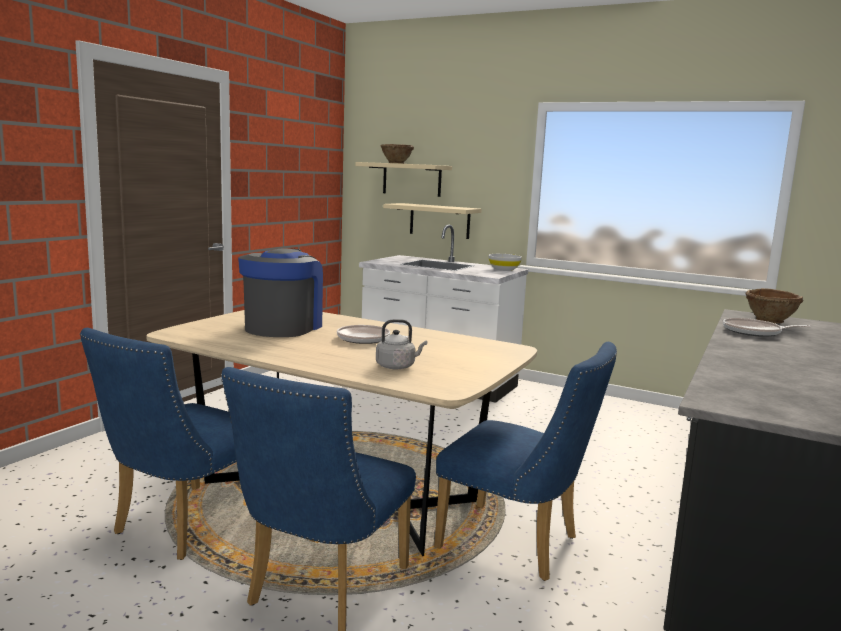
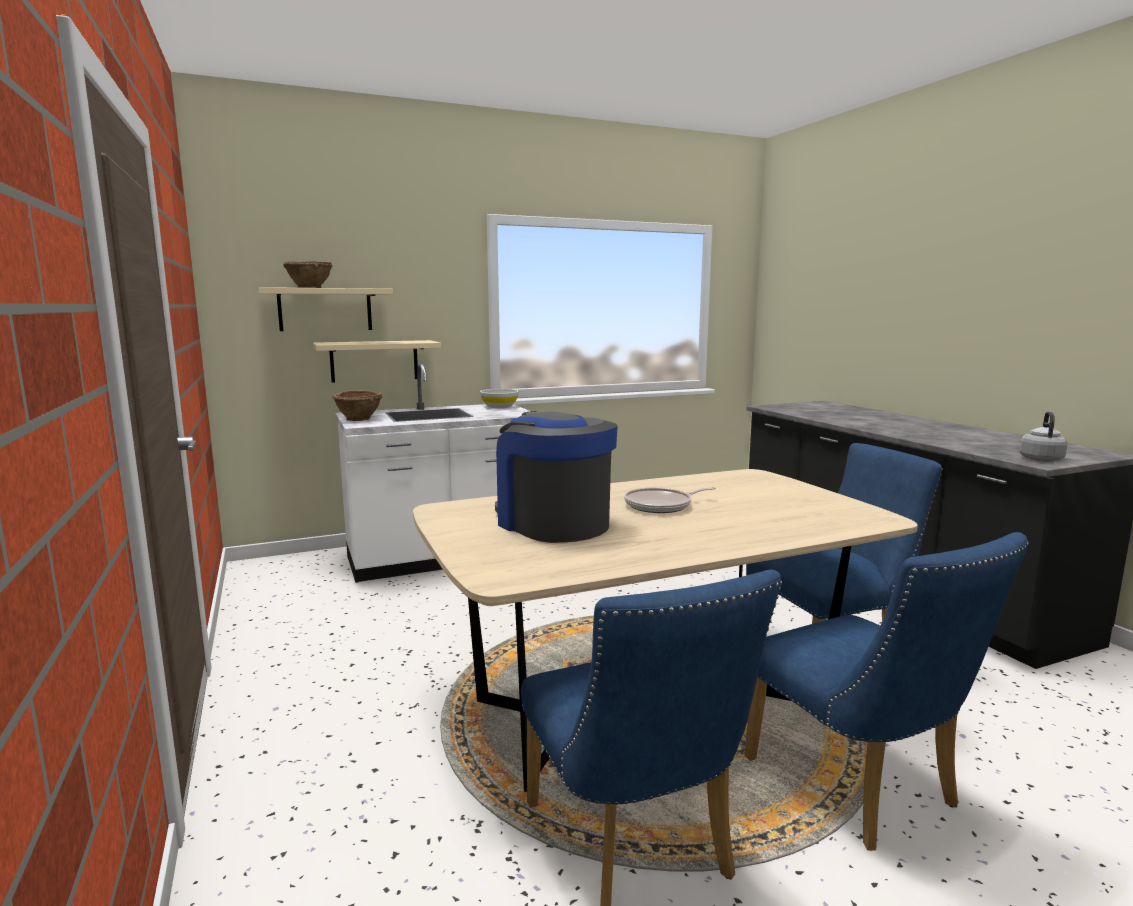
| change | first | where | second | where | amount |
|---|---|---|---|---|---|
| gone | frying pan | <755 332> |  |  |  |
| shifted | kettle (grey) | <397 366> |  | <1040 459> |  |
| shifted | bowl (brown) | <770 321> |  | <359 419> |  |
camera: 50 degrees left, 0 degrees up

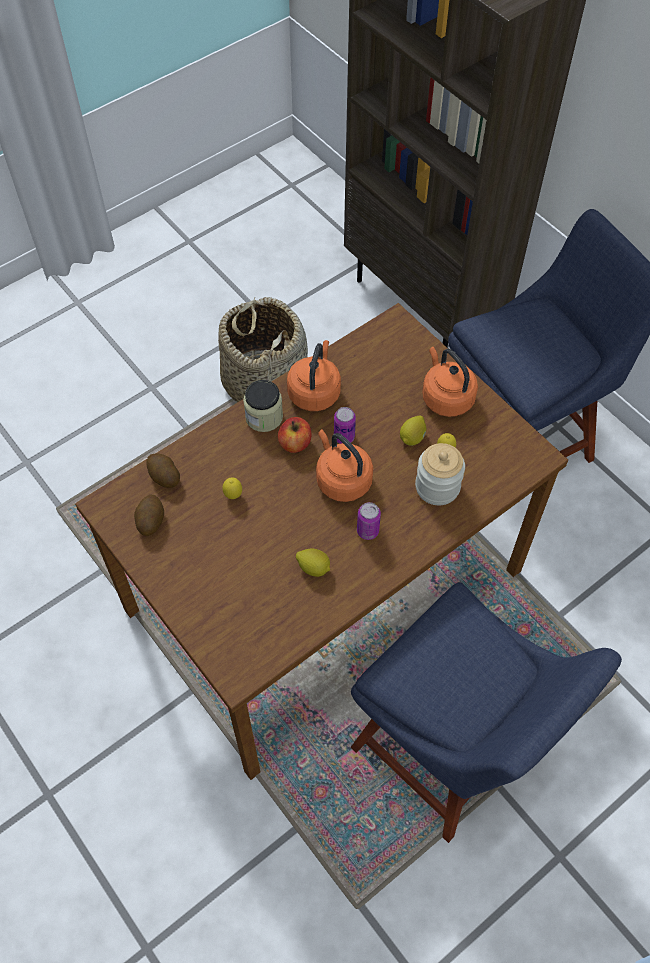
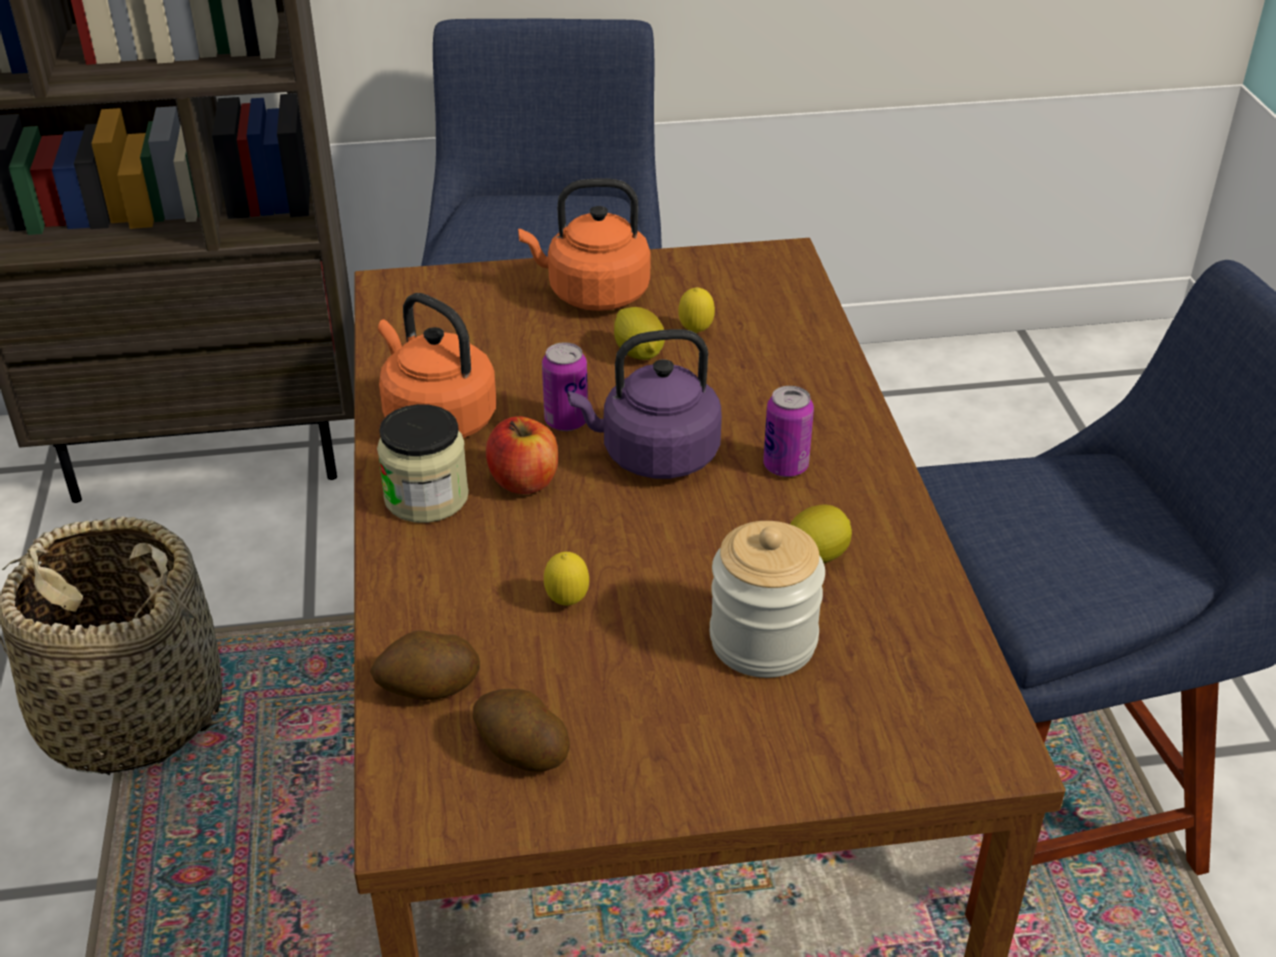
| change | first | where | second | where | amount |
|---|---|---|---|---|---|
| shifted | jar | <437 487> |  | <763 641> |  |
| repainted | kettle (orange) | <342 480> | kettle (purple) | <654 456> |  |
camera: 60 degrees left, 20 degrees down

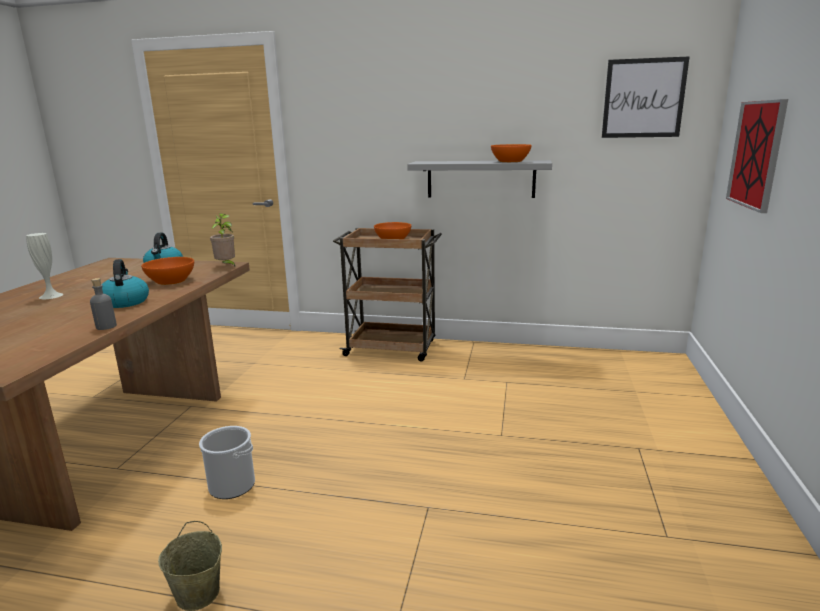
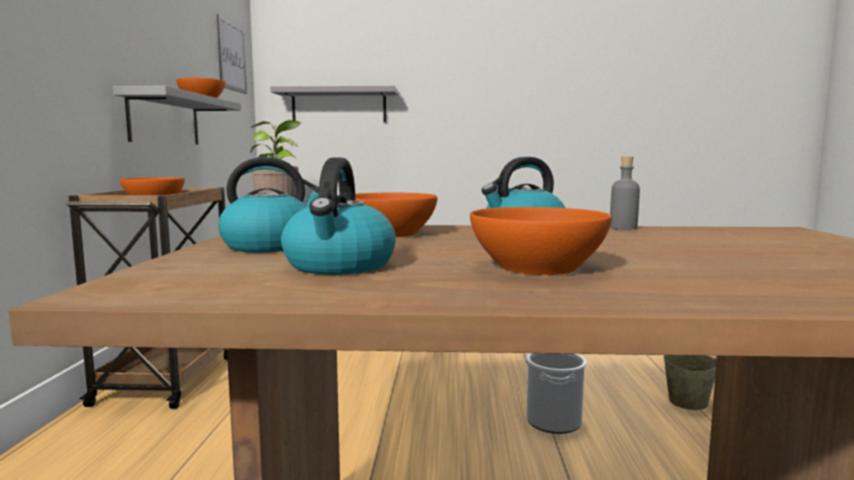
| change | first | where | second | where | amount |
|---|---|---|---|---|---|
| new |  |  | kettle | <339 266> |  |
| swapped | vase (white) | <51 296> | bowl (orange) | <537 267> |  |
| swapped | picture | <756 154> | shelf (grey) | <339 106> |  |
camera: 100 degrees left, 10 degrees down

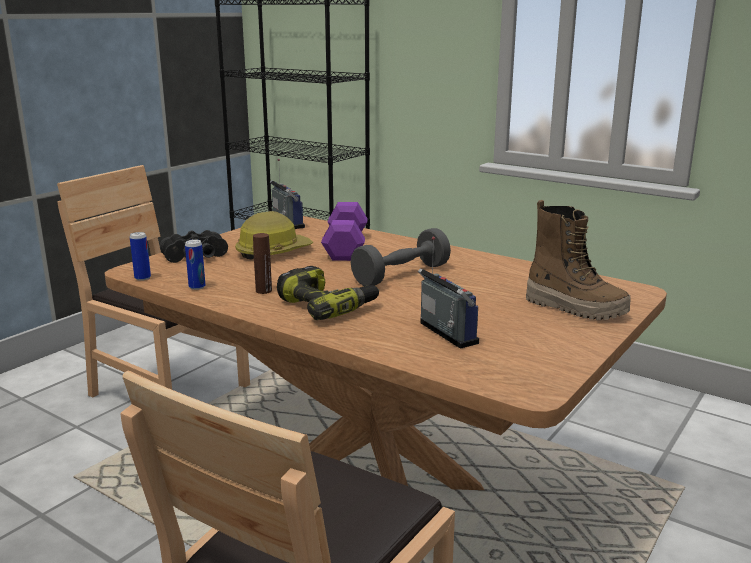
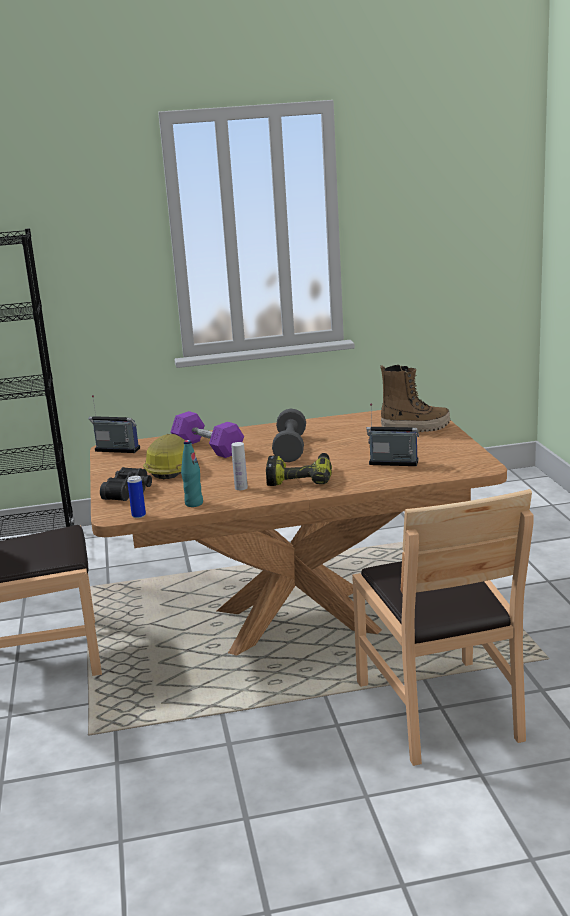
| change | first | where | second | where | amount |
|---|---|---|---|---|---|
| swapped | can | <197 287> | bottle (turquoise) | <194 503> |  |
| repainted | bottle (brown) | <263 291> | bottle (white) | <241 488> |  |
camera: 45 degrees left, 0 degrees up

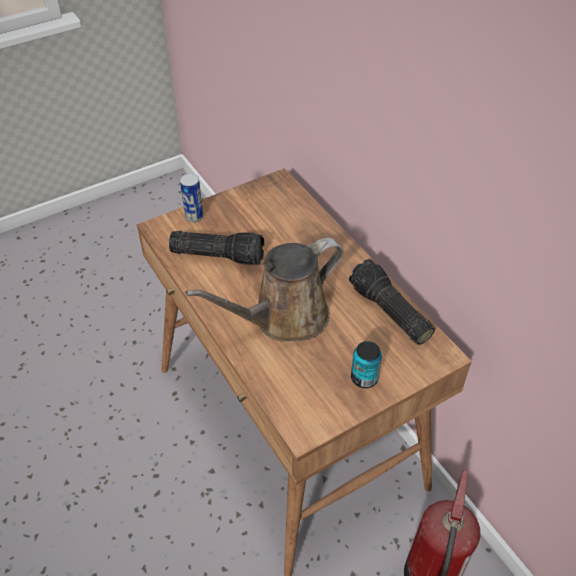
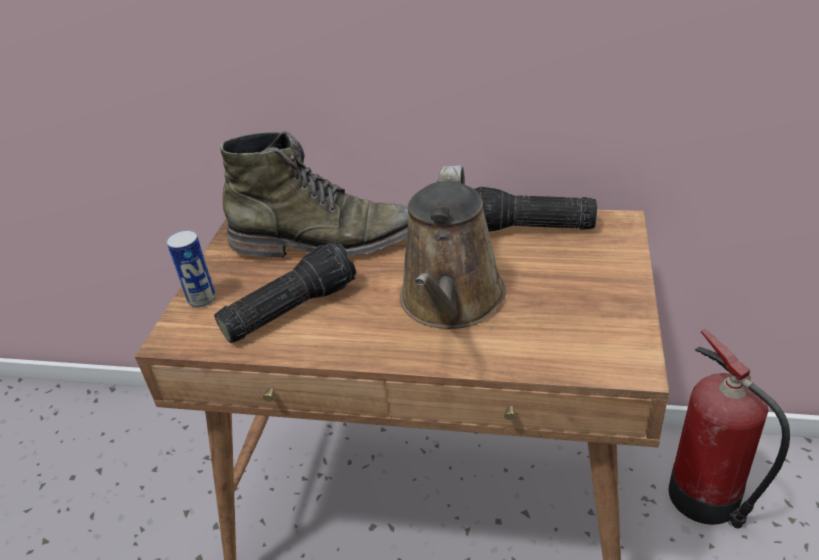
| change | first | where | second | where | amount |
|---|---|---|---|---|---|
| gone | can | <364 378> |  |  |  |
| new |  |  | boot (green) | <326 241> |  |
camera: 45 degrees left, 10 degrees down

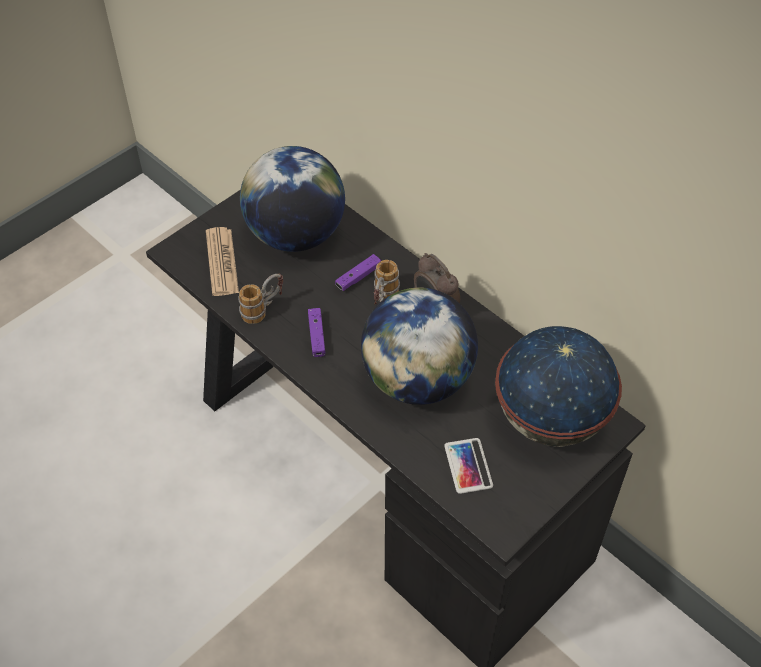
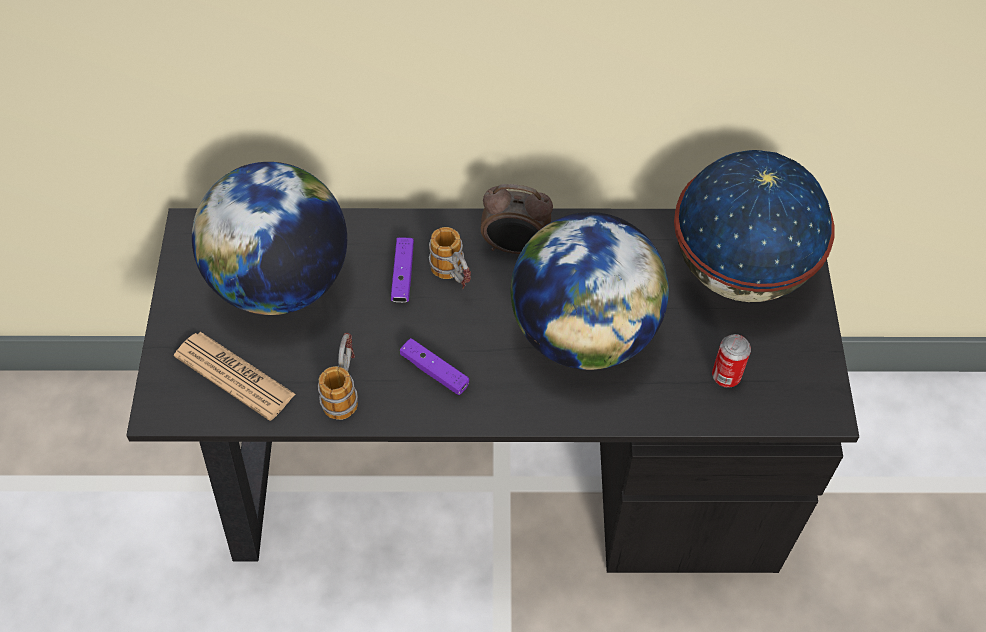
| change | first | where | second | where | amount |
|---|---|---|---|---|---|
| swapped | phone | <468 466> | can | <726 376> |  |
camera: 45 degrees left, 5 degrees up

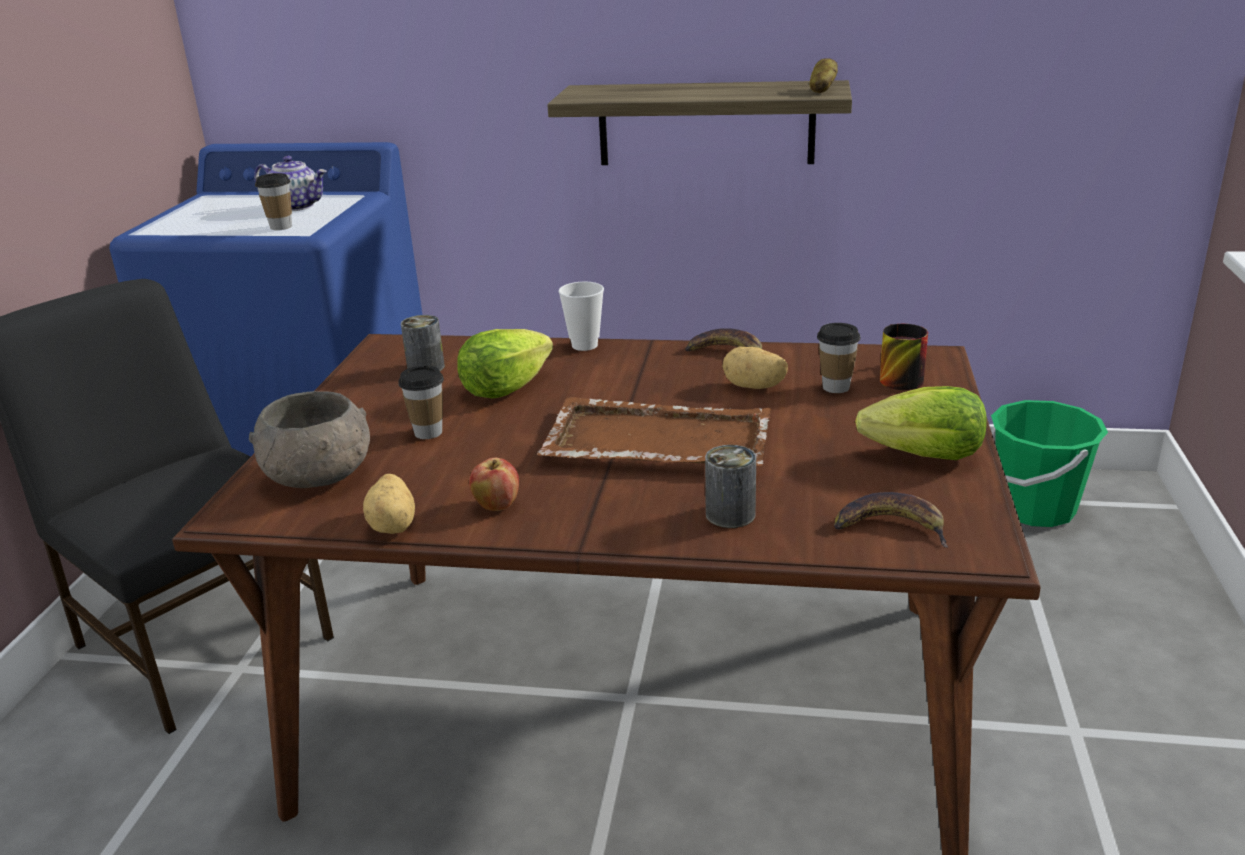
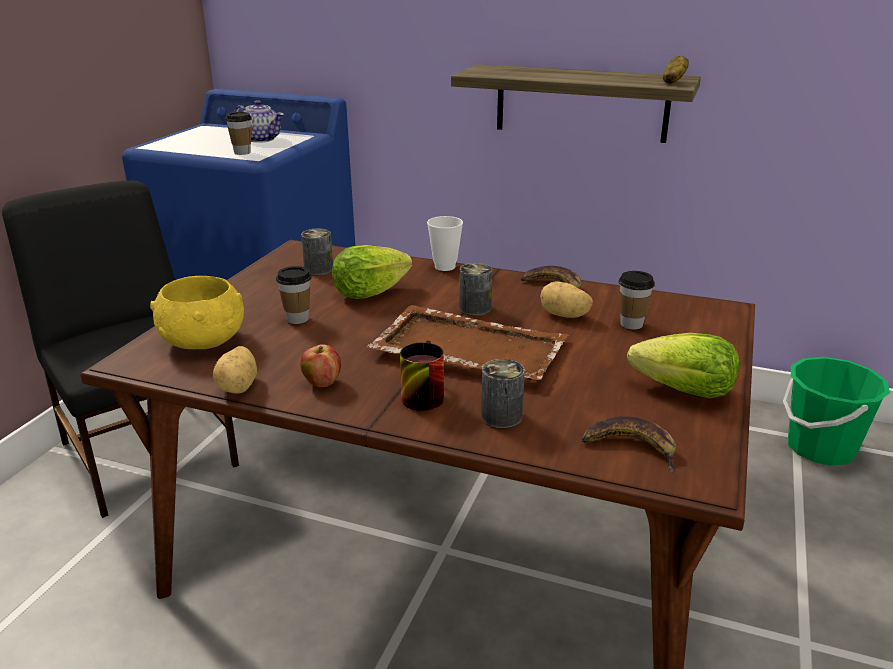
| change | first | where | second | where | amount |
|---|---|---|---|---|---|
| new |  |  | can | <475 308> |  |
| shifted | mug | <894 377> |  | <419 394> |  |
| repainted | bowl (grey) | <319 476> | bowl (yellow) | <203 341> |  |
camera: 10 degrees right, 0 degrees up

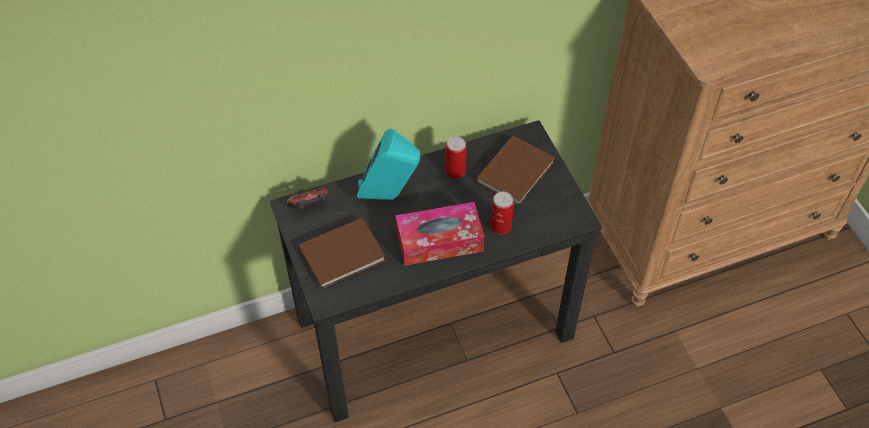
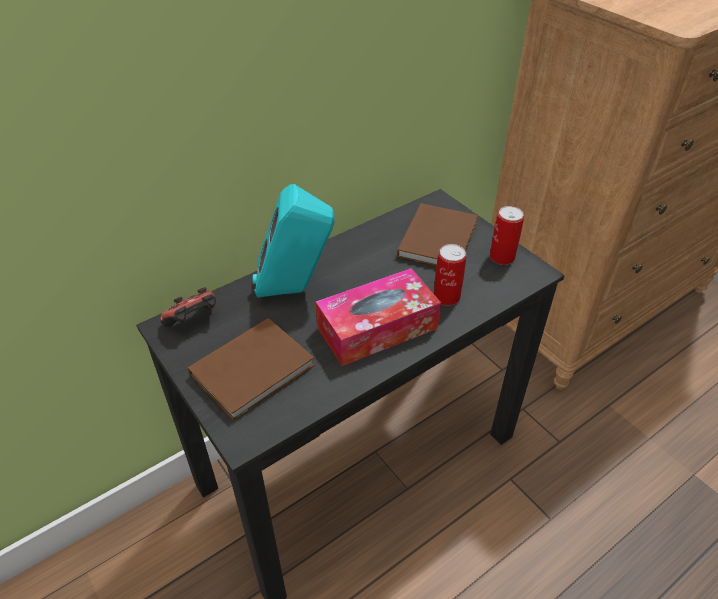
| change | first | where | second | where | amount |
|---|---|---|---|---|---|
| shifted | can | <455 171> |  | <502 257> |  |
camera: 15 degrees left, 10 degrees down

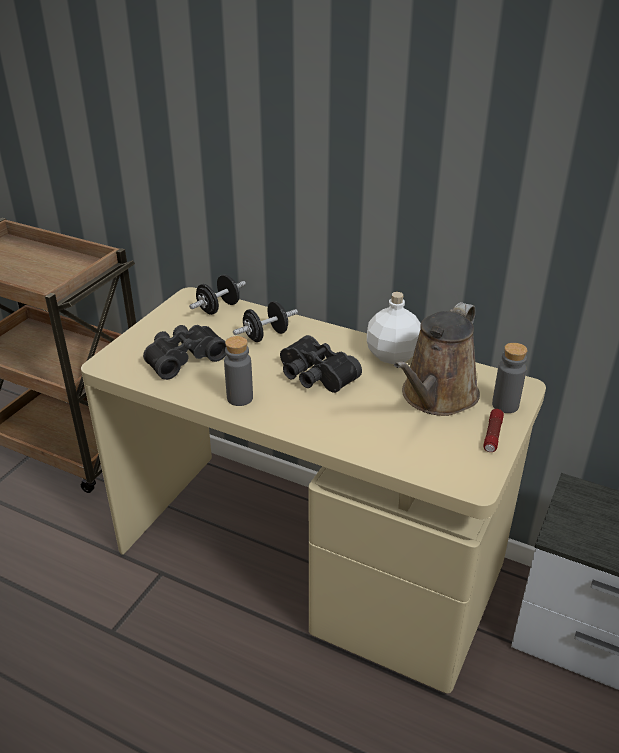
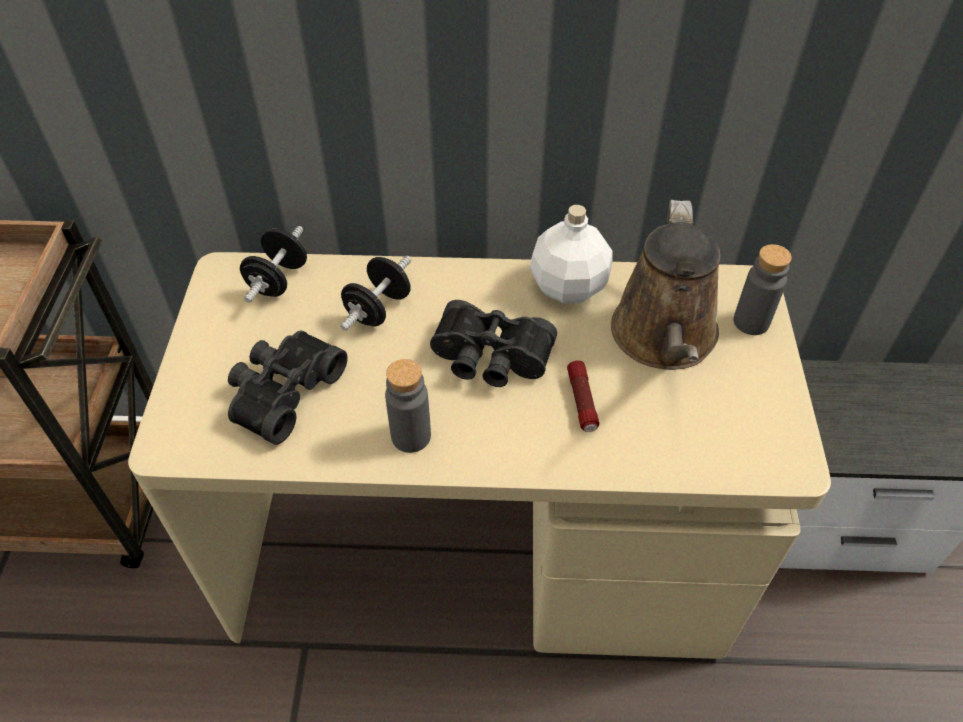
| change | first | where | second | where | amount |
|---|---|---|---|---|---|
| shifted | flashlight | <492 436> |  | <582 401> |  |
camera: 25 degrees left, 15 degrees up

